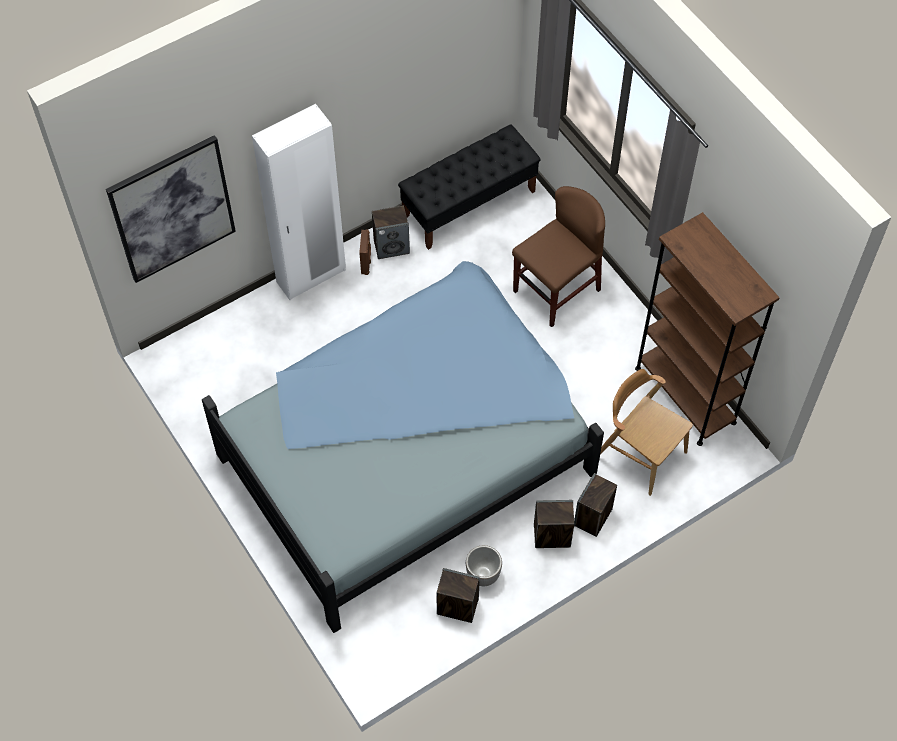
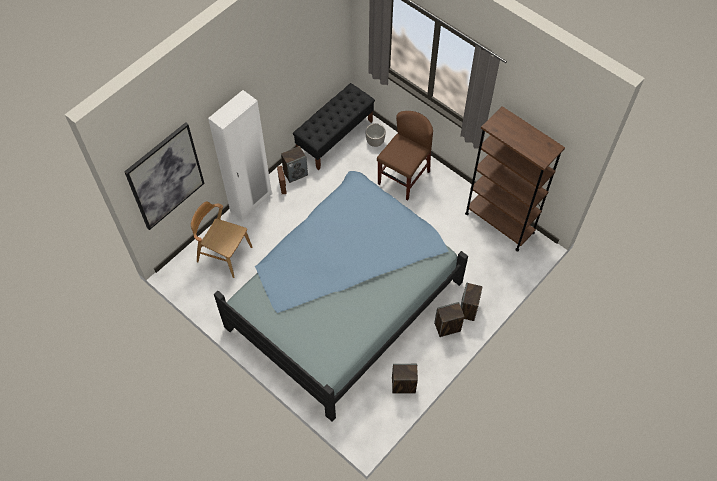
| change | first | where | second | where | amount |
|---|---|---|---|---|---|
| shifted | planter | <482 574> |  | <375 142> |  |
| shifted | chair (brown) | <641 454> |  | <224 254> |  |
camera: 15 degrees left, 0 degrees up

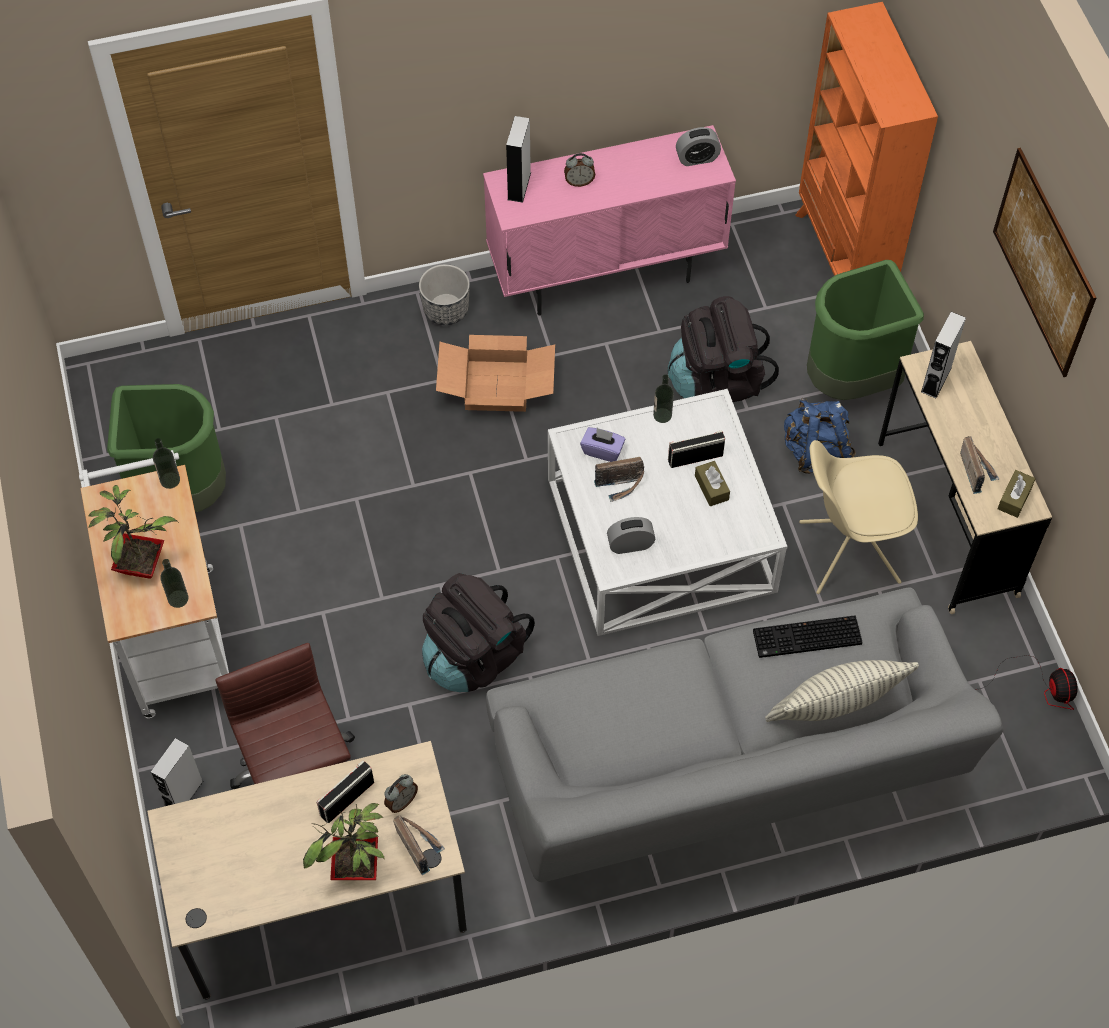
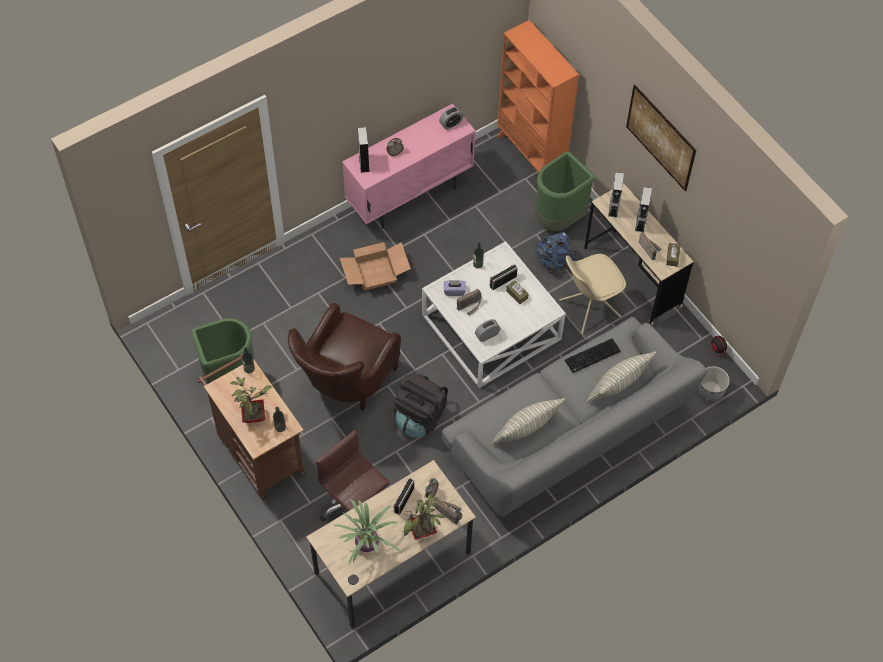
| change | first | where | second | where | amount |
|---|---|---|---|---|---|
| gone | backpack (black) | <717 381> |  |  |  |
| new |  |  | armchair (brown) | <345 385> |  |
| new |  |  | potted plant | <367 545> |  |
| new |  |  | pillow | <526 430> |  |
| shifted | speaker (grey) | <184 794> |  | <640 222> |  |
| shifted | planter | <446 310> |  | <710 391> |  |
| repainted | cart (white) | <175 632> | cart (brown) | <258 451> |  |
camera: 20 degrees left, 0 degrees up

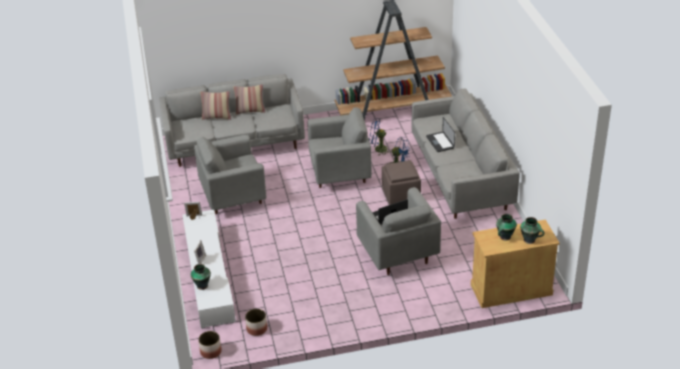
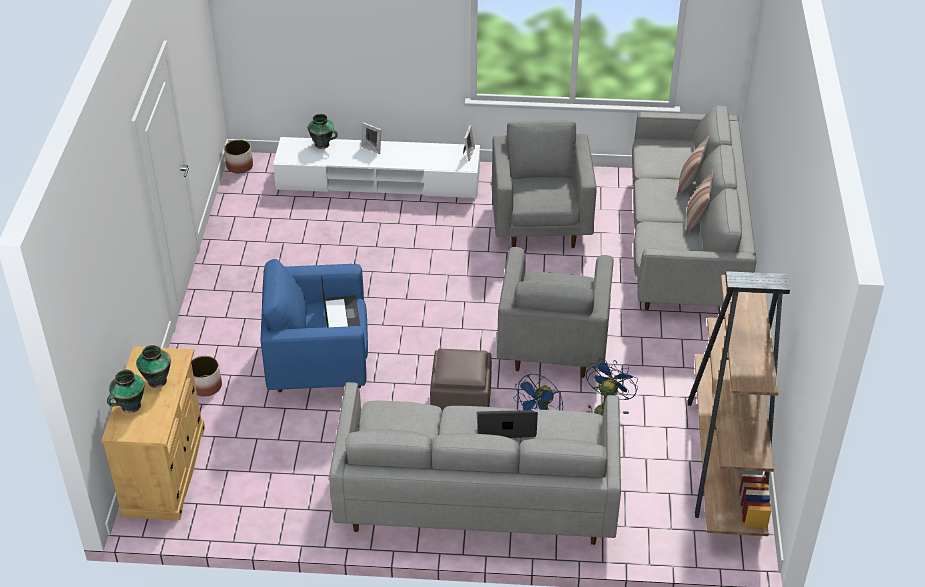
| change | first | where | second | where | amount |
|---|---|---|---|---|---|
| shifted | planter | <256 329> |  | <206 386> |  |
| repainted | armchair (grey) | <397 254> | armchair (blue) | <318 365> |  |
camera: 105 degrees right, 5 degrees up

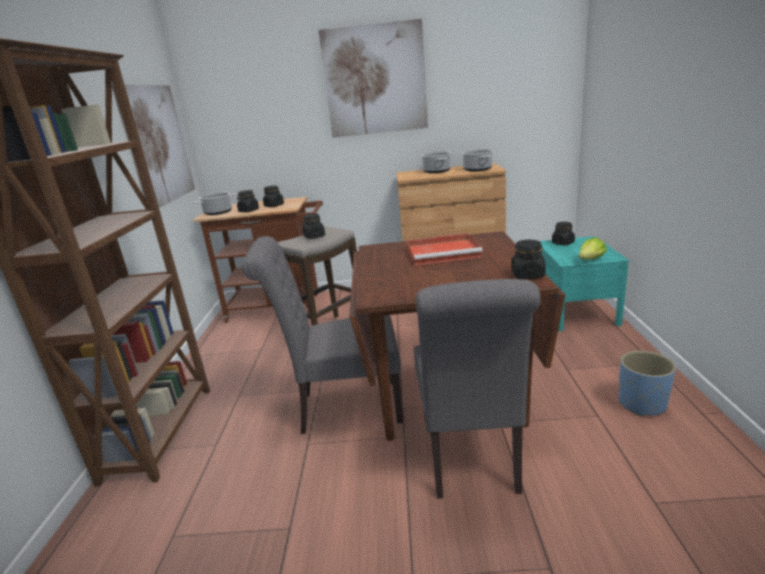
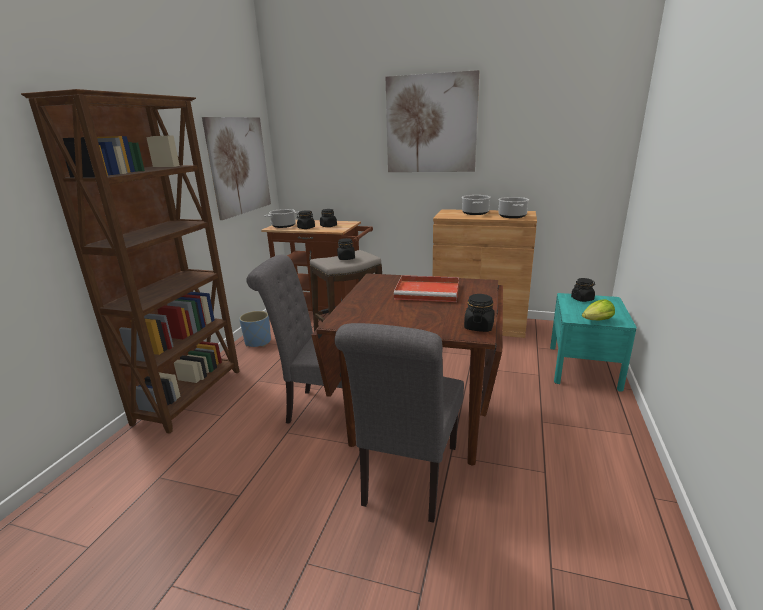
| change | first | where | second | where | amount |
|---|---|---|---|---|---|
| shifted | planter (blue) | <642 404> |  | <257 342> |  |
camera: 15 degrees right, 0 degrees up

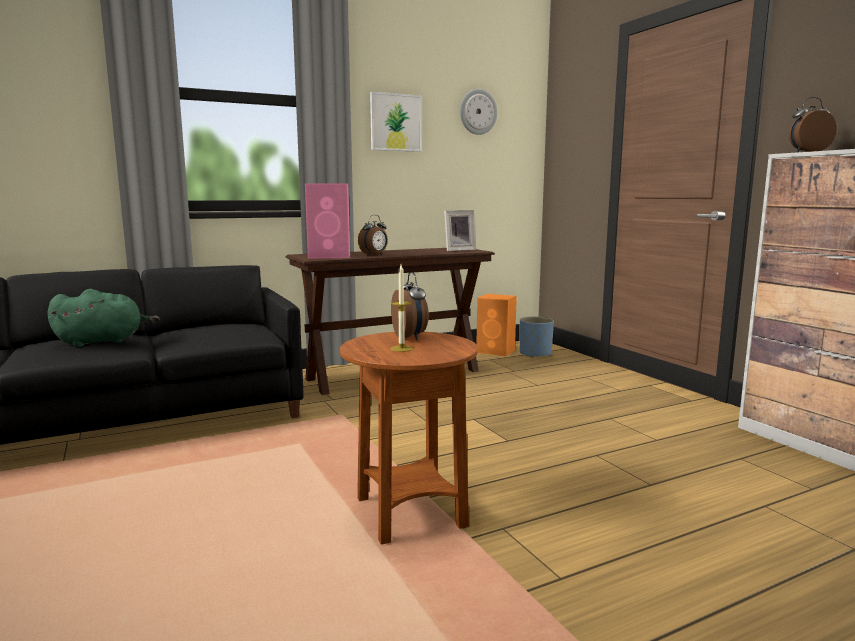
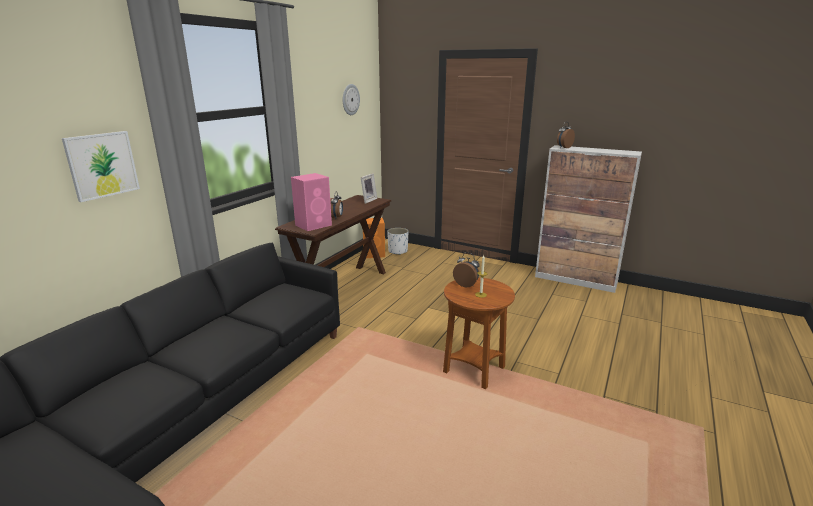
| change | first | where | second | where | amount |
|---|---|---|---|---|---|
| gone | plush toy (green) | <104 341> |  |  |  |
| shifted | picture | <396 122> |  | <102 165> |  |
| repainted | planter (blue) | <535 354> | planter (white) | <398 251> |  |
camera: 35 degrees left, 10 degrees up

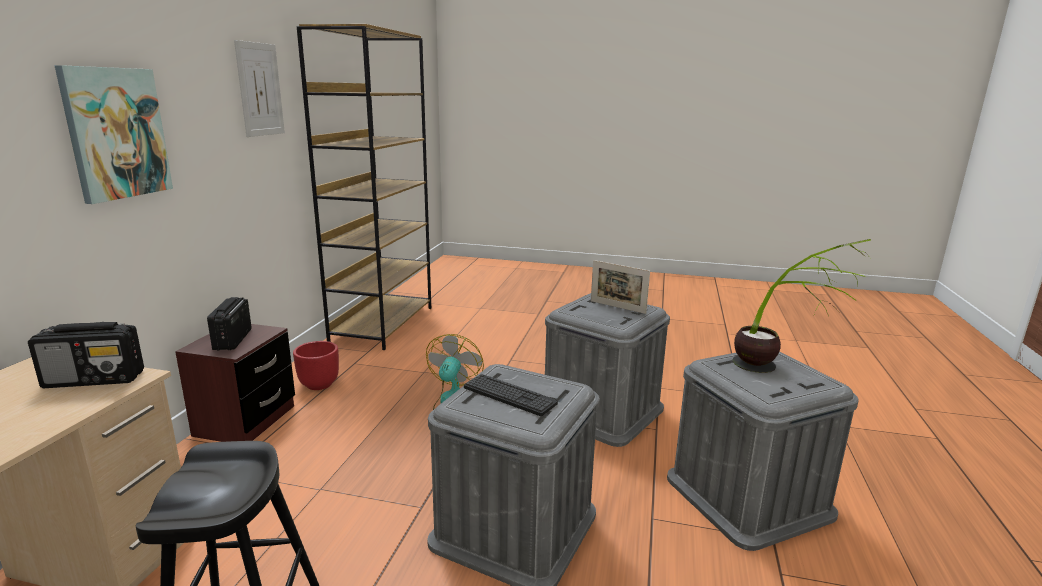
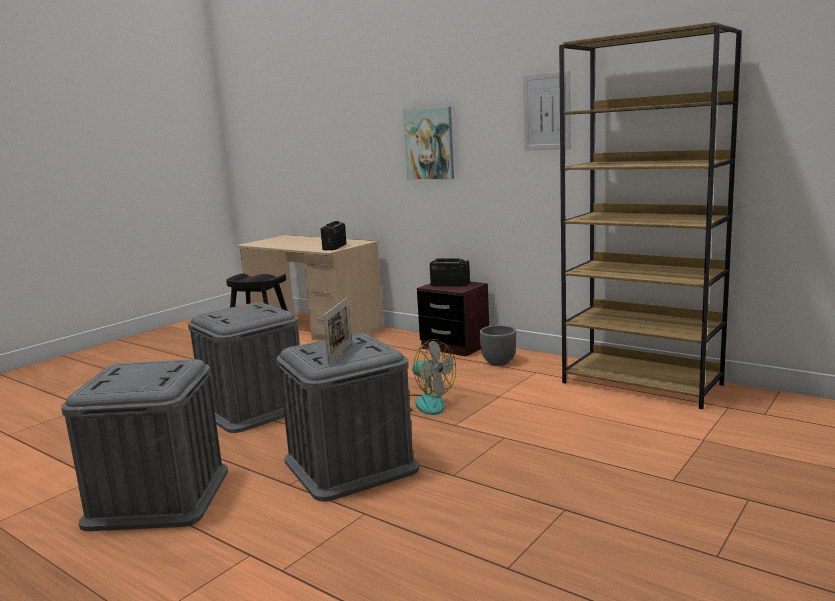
| change | first | where | second | where | amount |
|---|---|---|---|---|---|
| gone | keyboard | <509 395> |  |  |  |
| gone | potted plant | <778 372> |  |  |  |
| repainted | planter (red) | <320 384> | planter (grey) | <499 362> |  |
| rotated | picture frame | <617 307> |  | <340 353> | 135 degrees clockwise |
camera: 115 degrees right, 5 degrees down

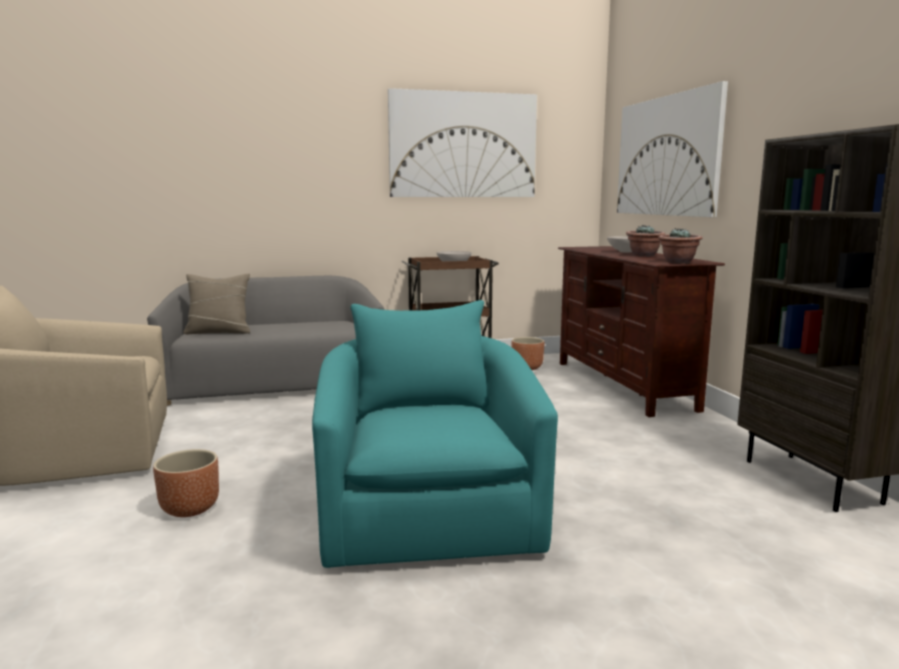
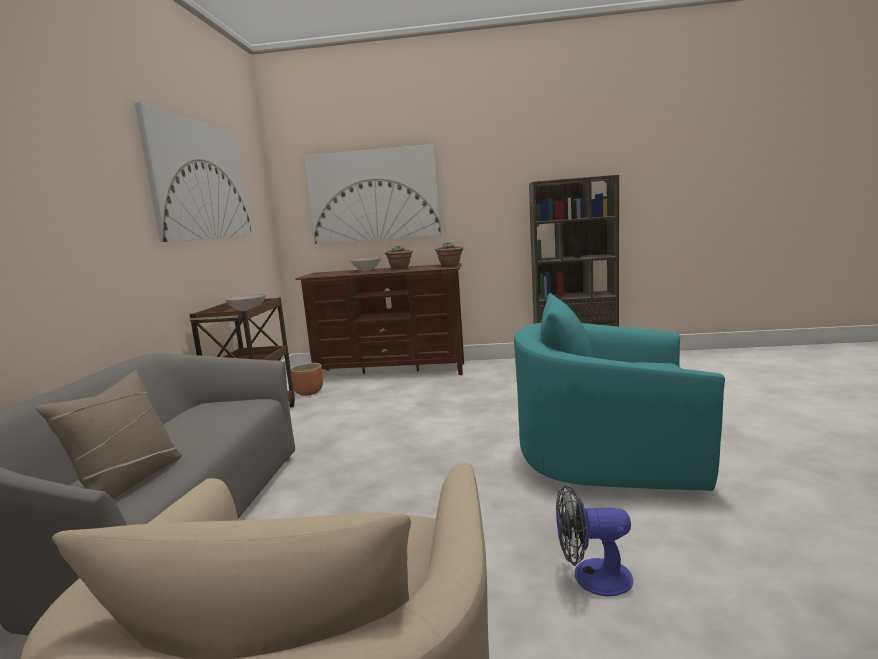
| change | first | where | second | where | amount |
|---|---|---|---|---|---|
| swapped | planter (brown) | <189 509> | fan | <592 577> |  |
camera: 70 degrees left, 0 degrees up

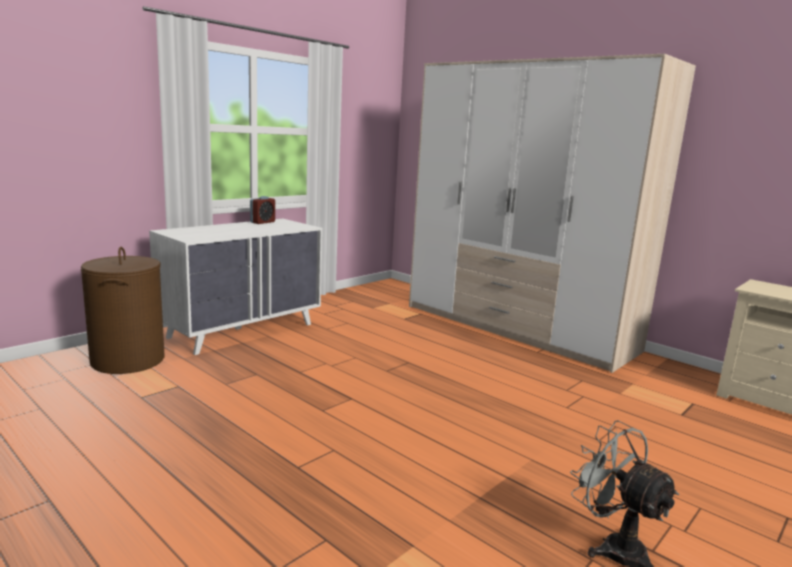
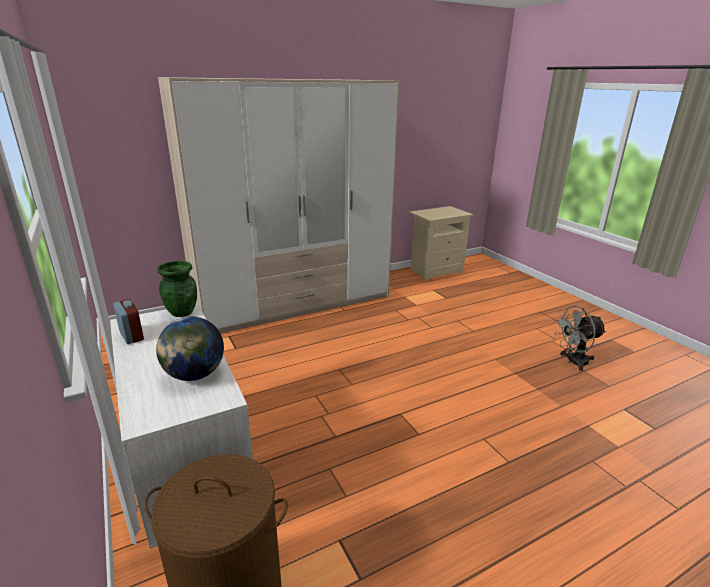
| change | first | where | second | where | amount |
|---|---|---|---|---|---|
| new |  |  | globe | <194 375> |  |
| new |  |  | vase (green) | <182 312> |  |
camera: 70 degrees left, 10 degrees up

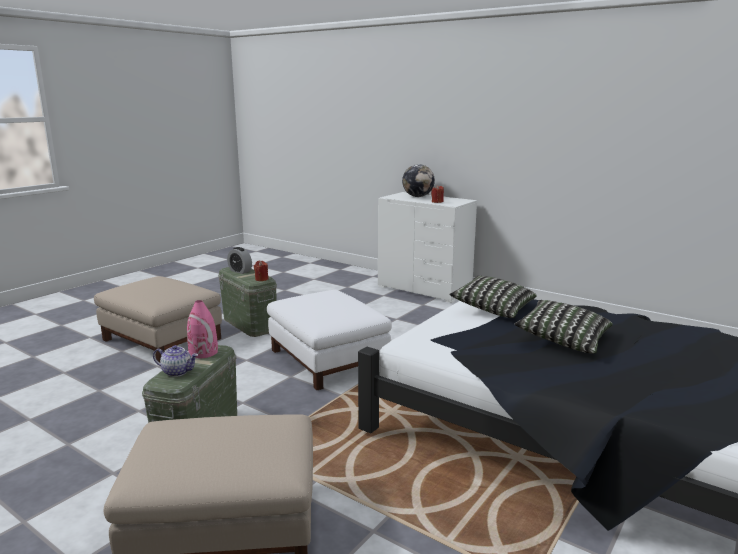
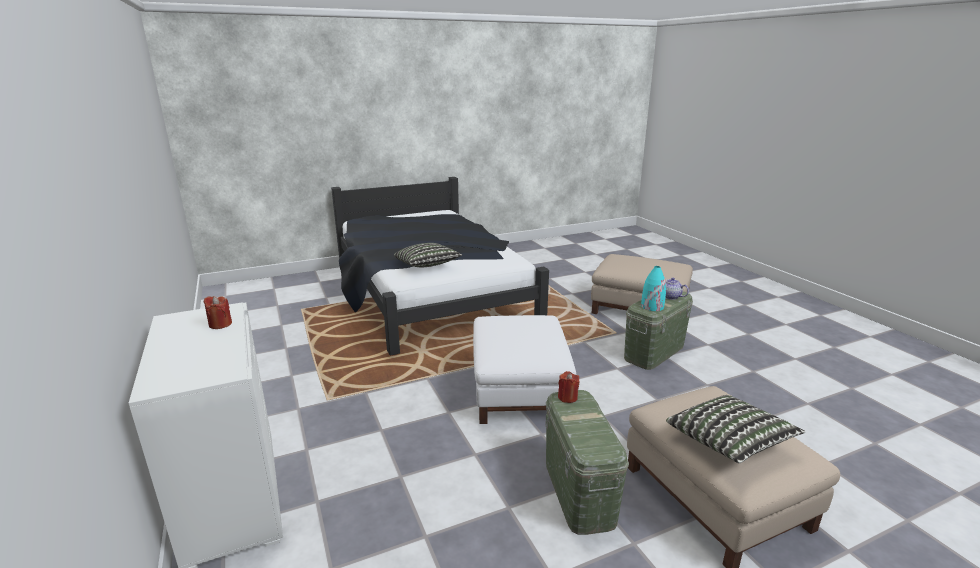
| change | first | where | second | where | amount |
|---|---|---|---|---|---|
| gone | alarm clock | <240 271> |  |  |  |
| gone | globe | <418 196> |  |  |  |
| shifted | pillow | <563 340> |  | <729 442> |  |
| repainted | vase (pink) | <203 352> | vase (turquoise) | <652 306> |  |
camera: 150 degrees left, 5 degrees up

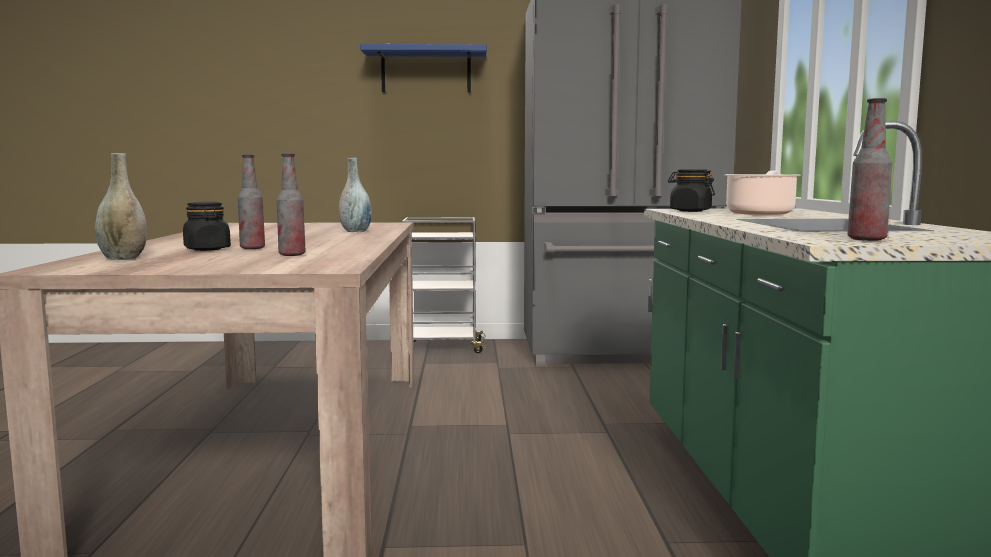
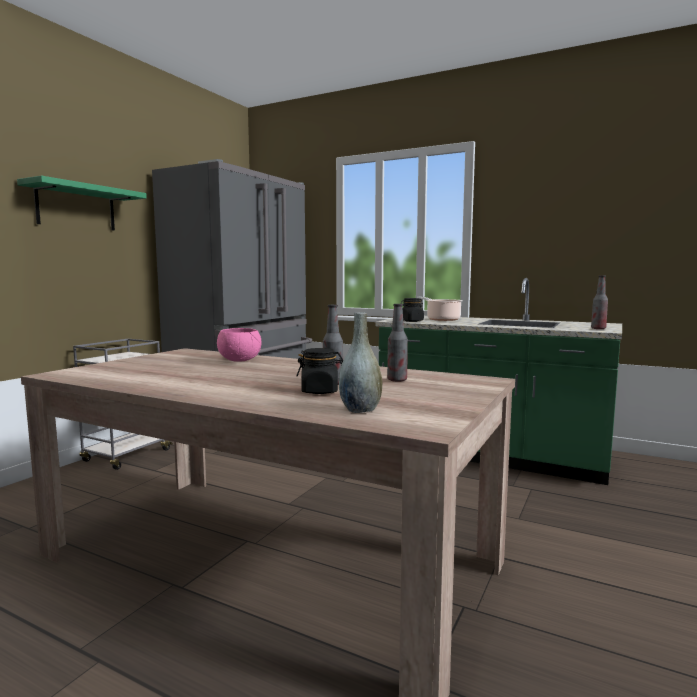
| change | first | where | second | where | amount |
|---|---|---|---|---|---|
| swapped | vase (grey) | <355 231> | bowl (pink) | <240 360> |  |
| repainted | shelf (blue) | <426 71> | shelf (green) | <76 207> |  |
camera: 60 degrees left, 0 degrees up

